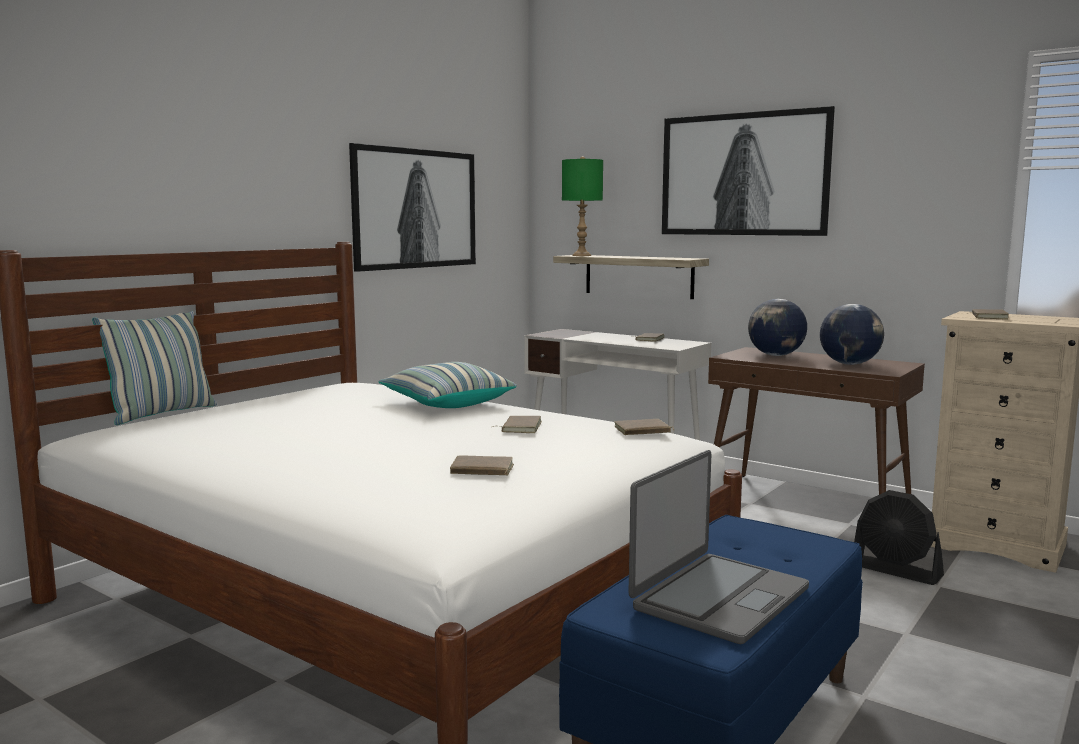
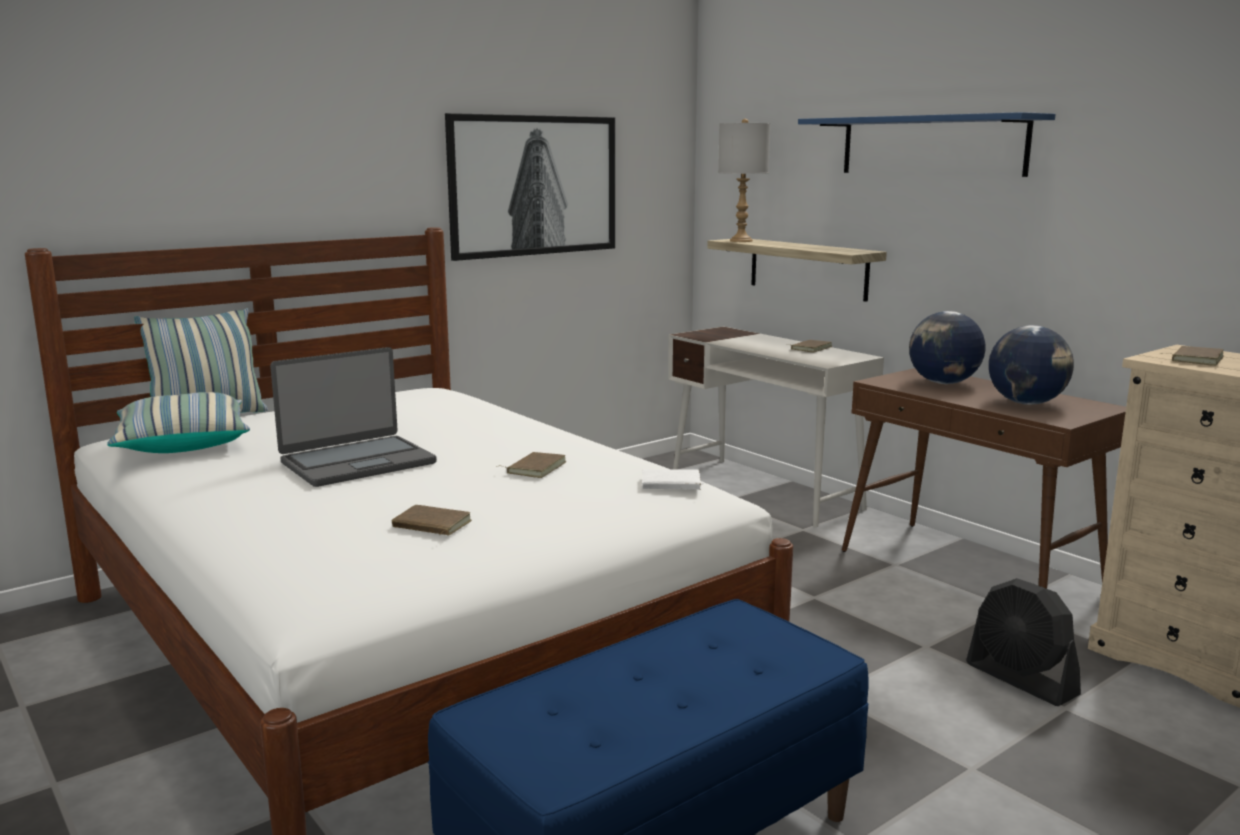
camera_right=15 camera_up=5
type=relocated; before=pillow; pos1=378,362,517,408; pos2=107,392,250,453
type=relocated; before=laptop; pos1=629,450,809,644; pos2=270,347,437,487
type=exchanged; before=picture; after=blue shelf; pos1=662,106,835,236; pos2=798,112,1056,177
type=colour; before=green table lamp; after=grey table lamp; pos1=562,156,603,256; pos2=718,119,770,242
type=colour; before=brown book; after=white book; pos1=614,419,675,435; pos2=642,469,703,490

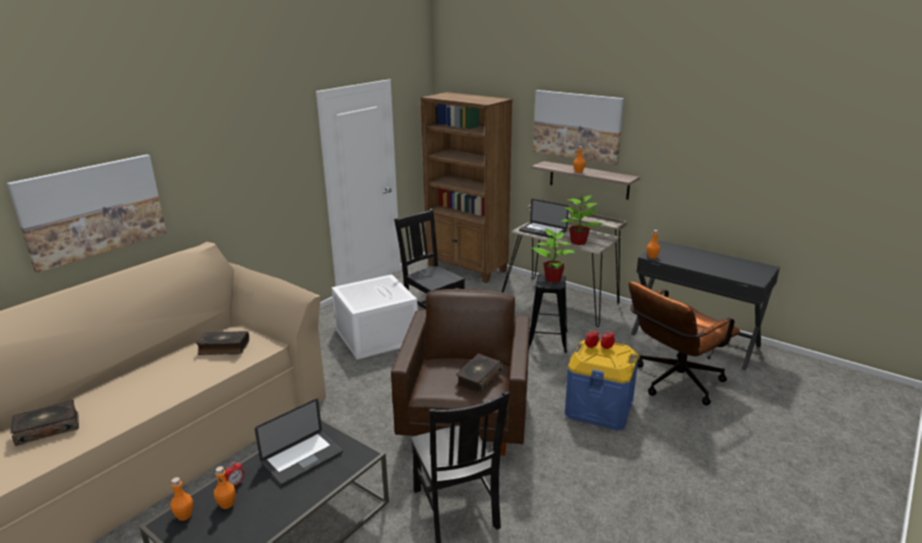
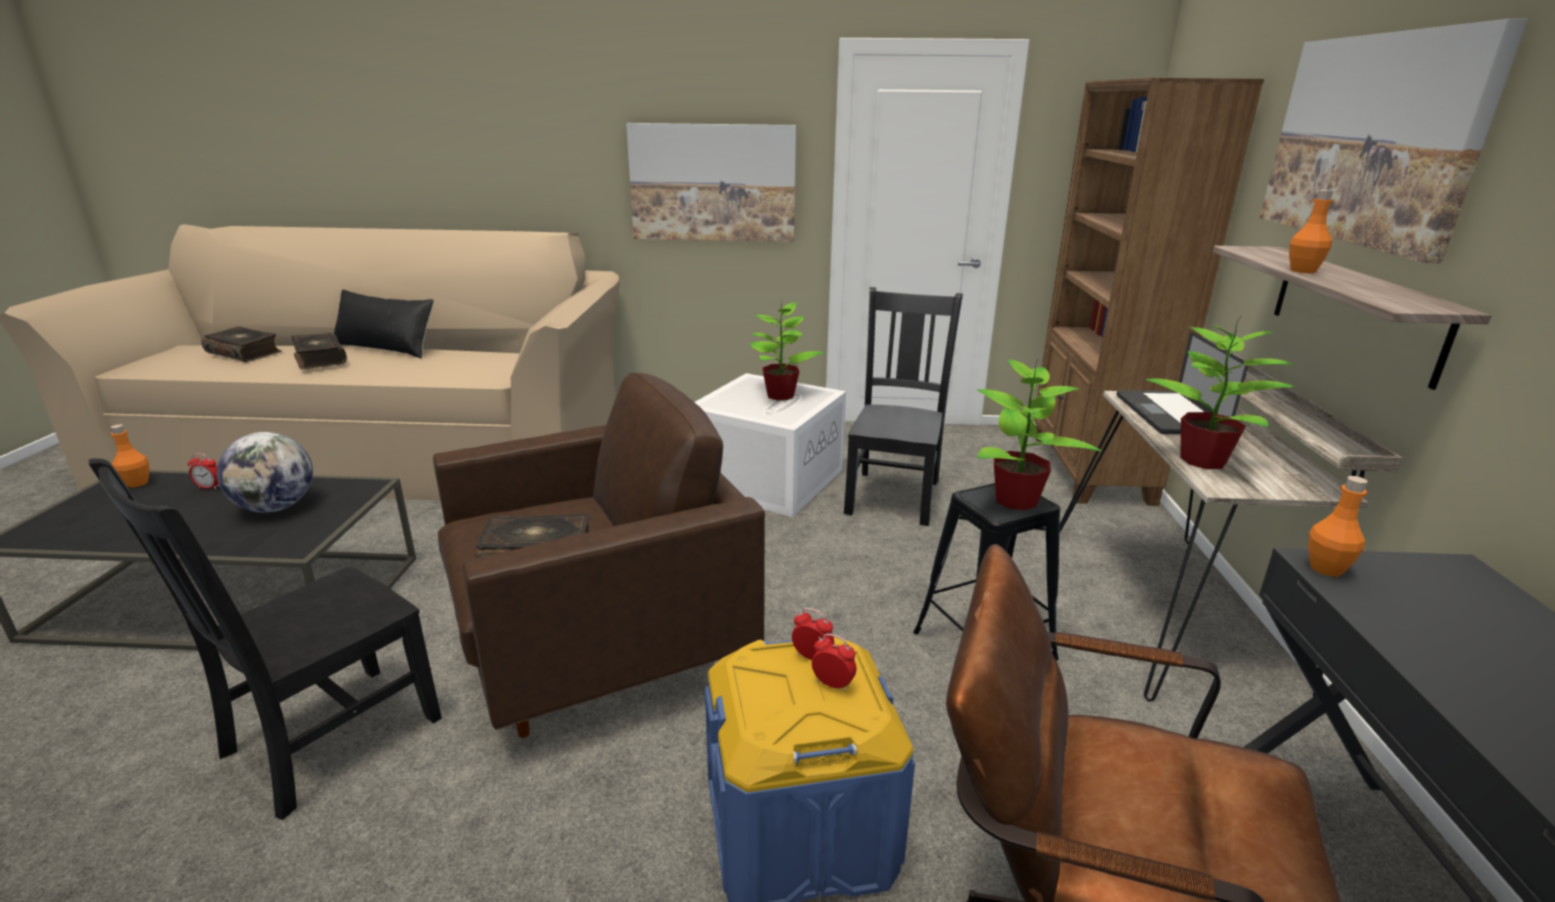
camera_right=55 camera_up=0
type=missing; before=orange bottle; pos1=214,466,236,509
type=appeared; after=black pillow; pos2=333,289,434,358
type=appeared; after=potted plant; pos2=749,300,825,400
type=relocated; before=picture; pos1=7,154,167,273; pos2=626,123,796,242
type=relocated; before=book; pos1=196,331,249,355; pos2=291,333,347,369
type=exchanged; before=laptop; after=globe; pos1=255,399,343,486; pos2=217,432,313,513

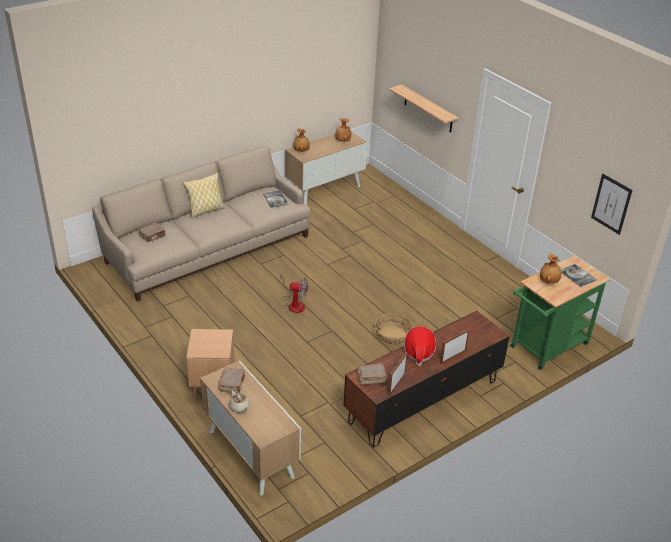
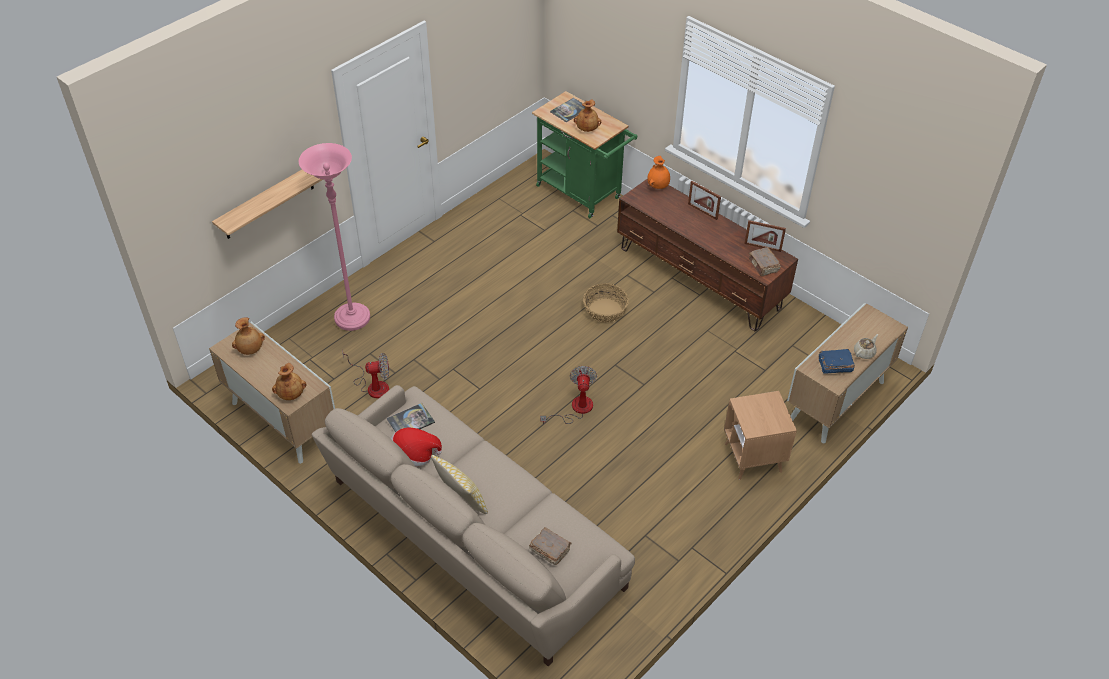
camera_right=-100 camera_up=10
type=missing; before=picture; pos1=591,174,632,235
type=appeared; after=pink floor lamp; pos2=299,143,370,331
type=appeared; after=fan; pos2=342,349,389,399
type=appeared; after=orange vase; pos2=647,156,670,189
type=relocated; before=hat; pos1=404,326,436,366; pos2=391,428,442,466
type=colour; before=brown book; after=blue book; pos1=219,367,245,393; pos2=819,349,855,374

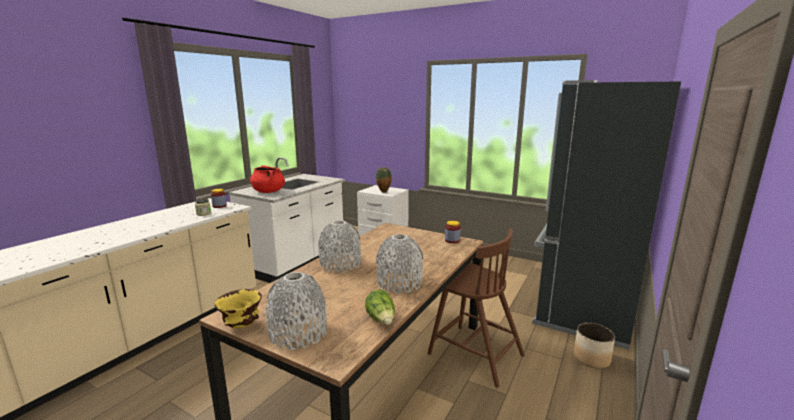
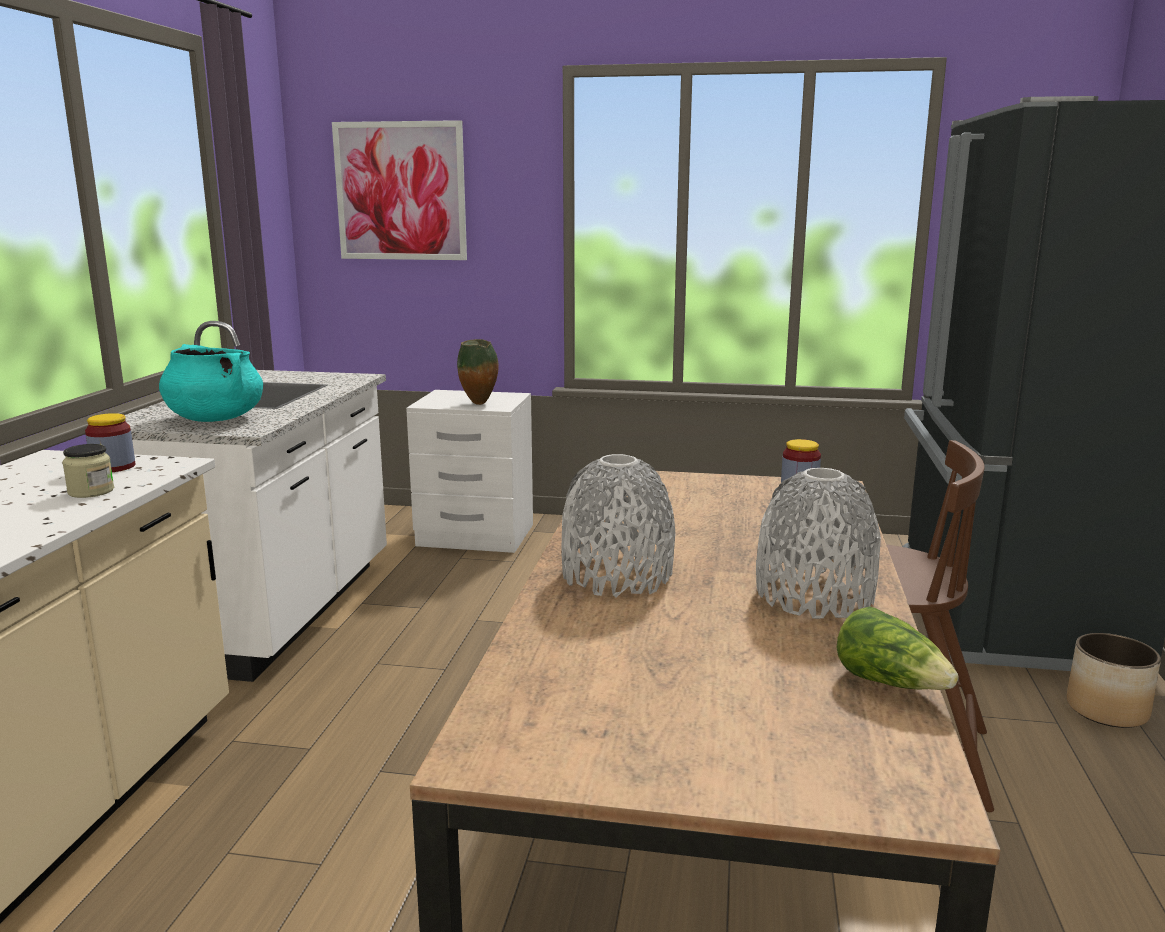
camera_right=-20 camera_up=0
type=missing; before=yellow bowl; pos1=214,289,262,329
type=missing; before=grey vase; pos1=266,272,327,350
type=appeared; after=picture; pos2=332,120,467,260
type=colour; before=red cooking pot; after=turquoise cooking pot; pos1=250,165,285,193; pos2=159,344,263,422

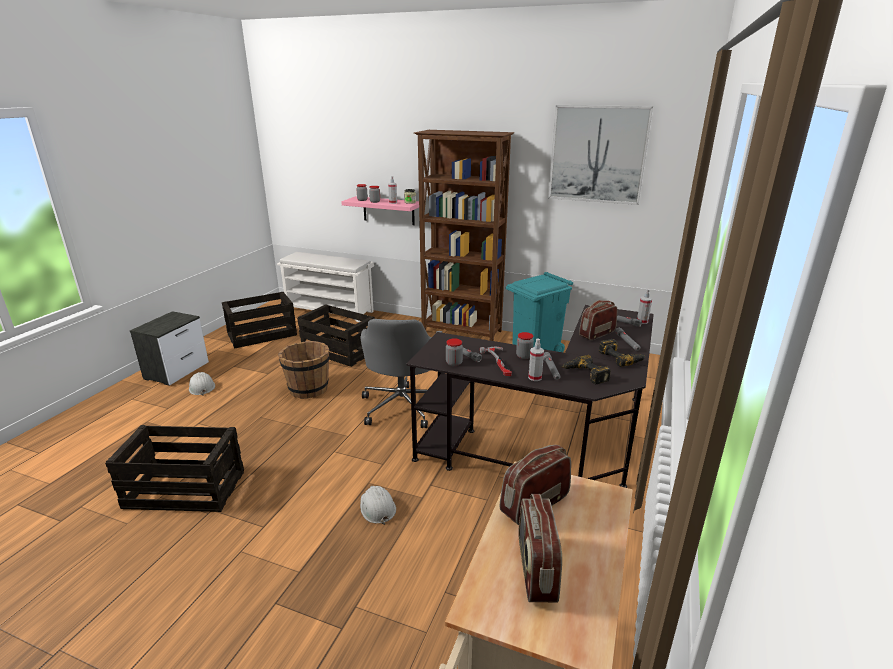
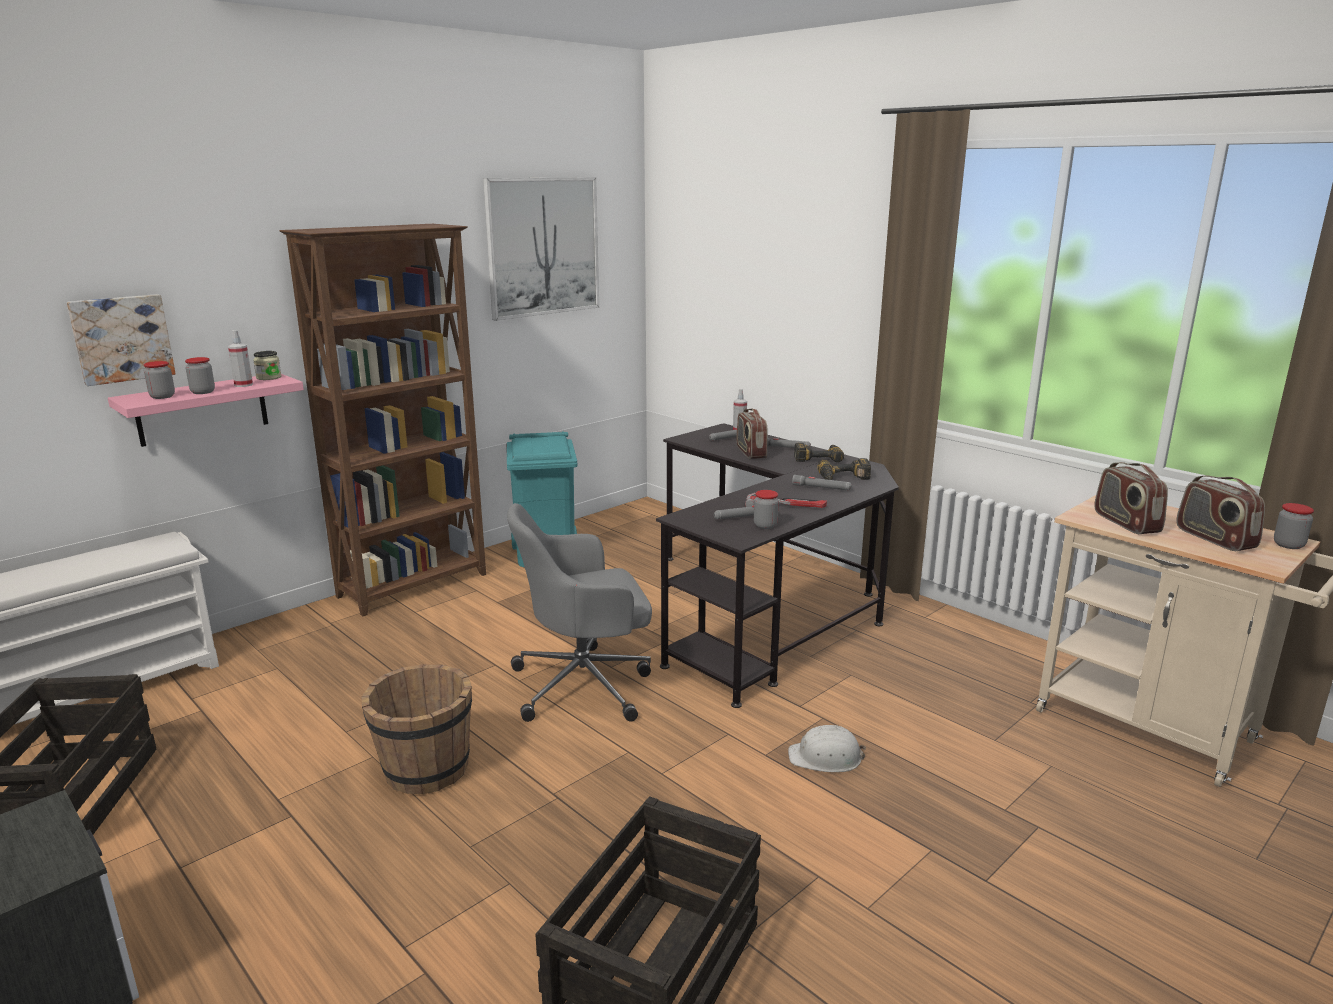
camera_right=-65 camera_up=-5
type=missing; before=white hard hat; pos1=189,372,215,396
type=missing; before=crate; pos1=297,305,375,367
type=missing; before=spray bottle; pos1=528,339,544,381
type=appeared; after=picture; pos2=67,294,176,386
type=relocated; before=jar; pos1=516,332,534,359; pos2=1274,503,1314,549
type=spun; before=grey office chair; pos1=360,319,442,428; pos2=507,503,652,722; turn=135
type=spun; before=radio; pos1=518,494,562,602; pos2=1176,476,1265,551; turn=45

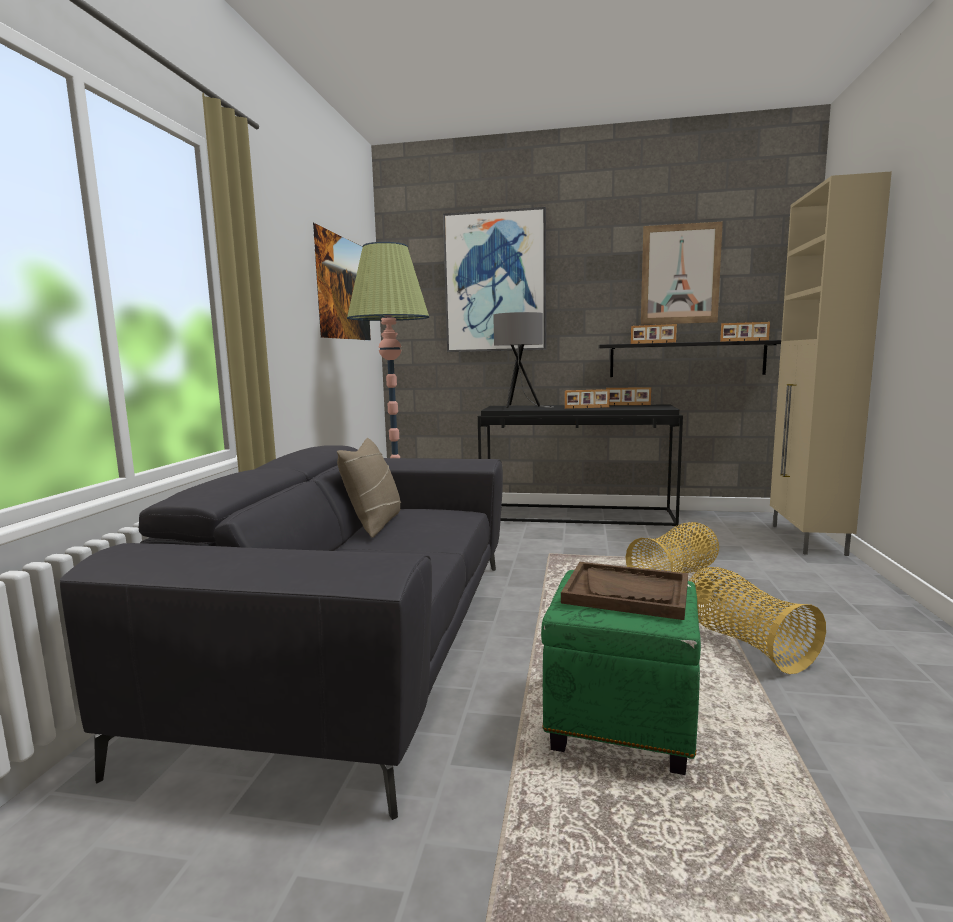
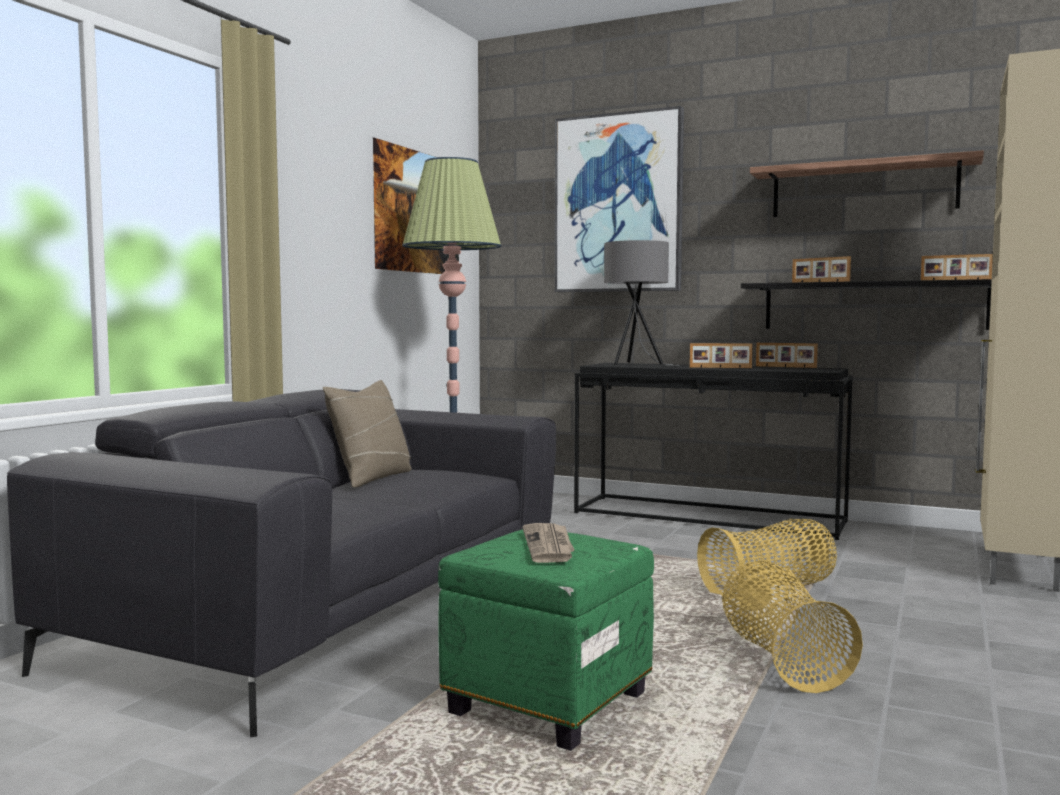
camera_right=15 camera_up=-5
type=exchanged; before=brown tray; after=newspaper; pos1=561,562,688,620; pos2=523,523,574,563
type=exchanged; before=picture; after=shelf; pos1=641,222,723,325; pos2=750,151,984,217

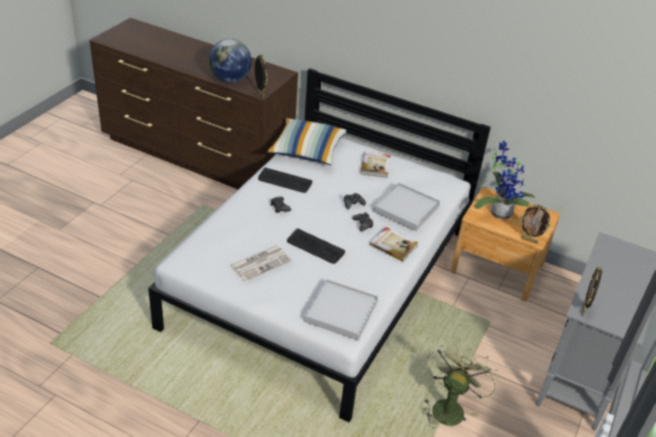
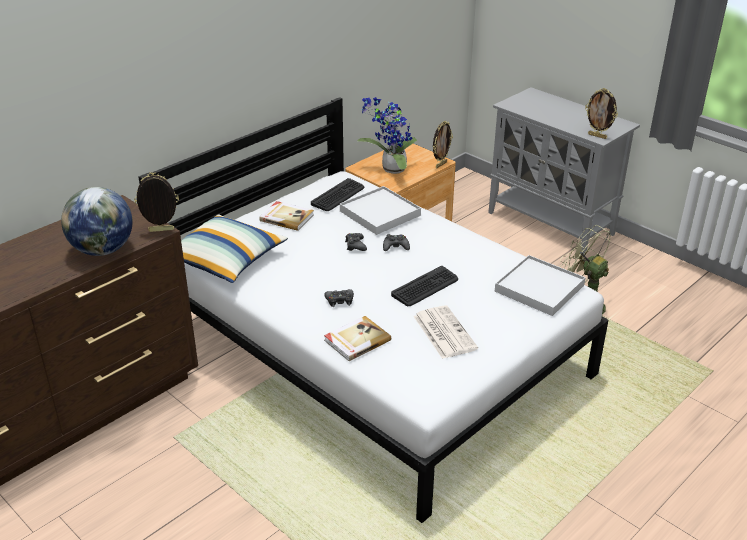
camera_right=-70 camera_up=-5
type=relocated; before=keyboard; pos1=258,168,312,193; pos2=311,178,364,211
type=relocated; before=book; pos1=370,227,419,262; pos2=324,316,391,361

